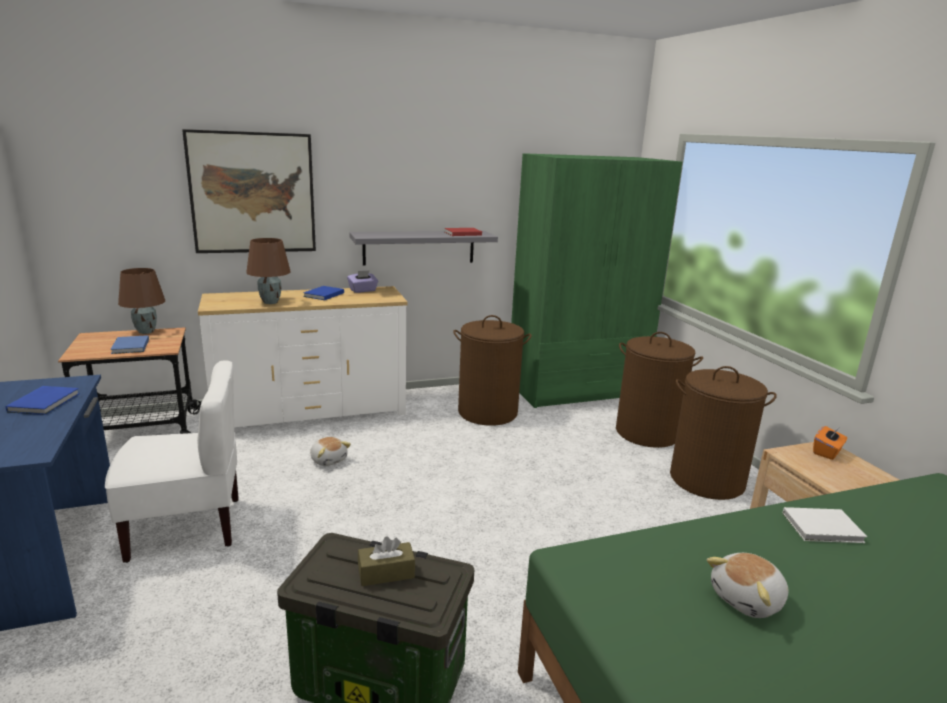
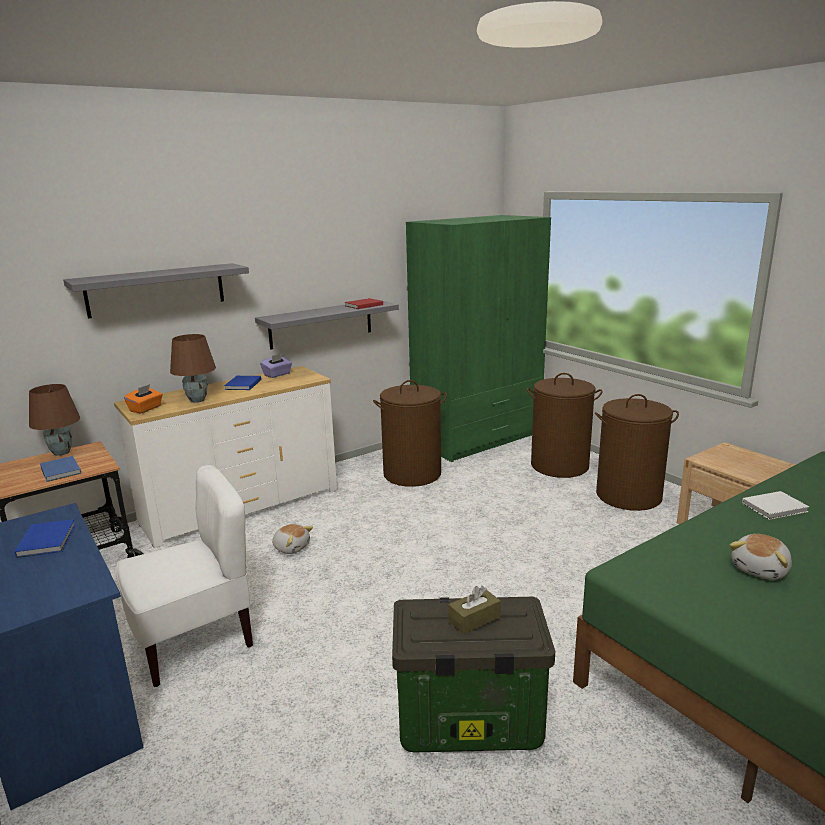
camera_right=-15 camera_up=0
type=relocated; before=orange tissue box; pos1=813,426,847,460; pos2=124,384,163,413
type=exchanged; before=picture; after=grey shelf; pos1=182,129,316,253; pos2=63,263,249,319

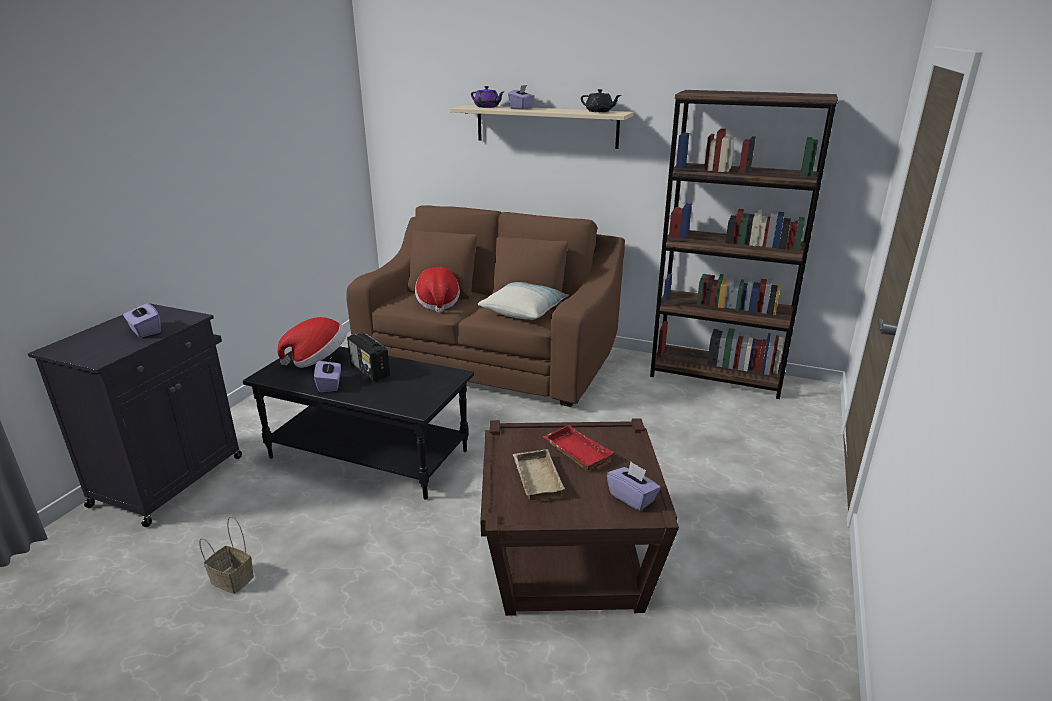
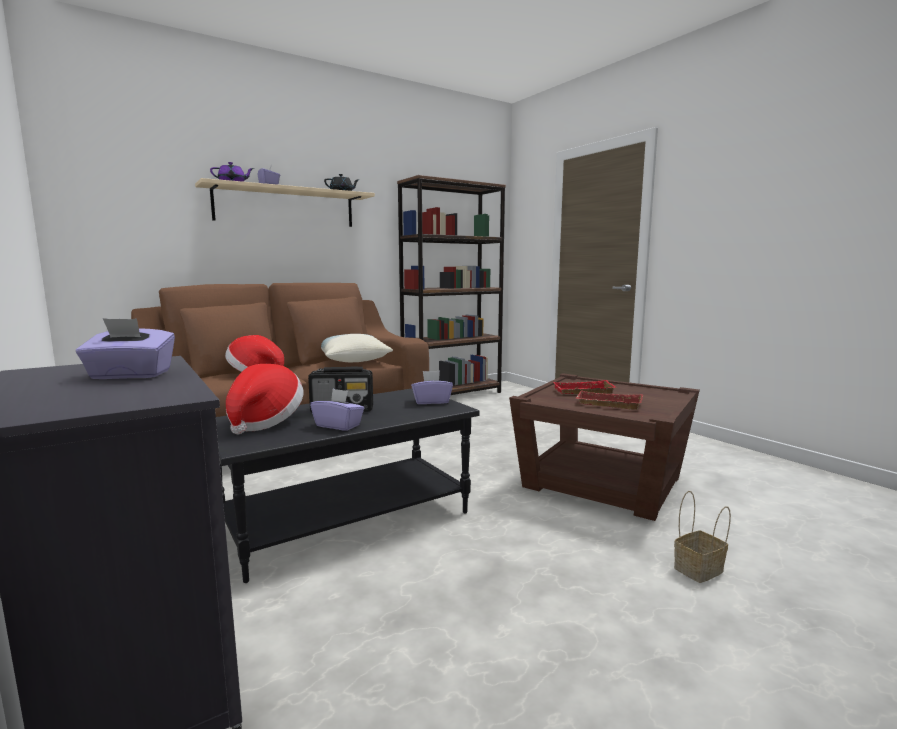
camera_right=-55 camera_up=-15
type=relocated; before=basket; pos1=199,516,254,594; pos2=674,491,731,583
type=relocated; before=purple tissue box; pos1=607,462,661,511; pos2=411,371,453,404
type=colour; before=beige tray; after=red tray; pos1=513,449,565,500; pos2=576,391,643,410

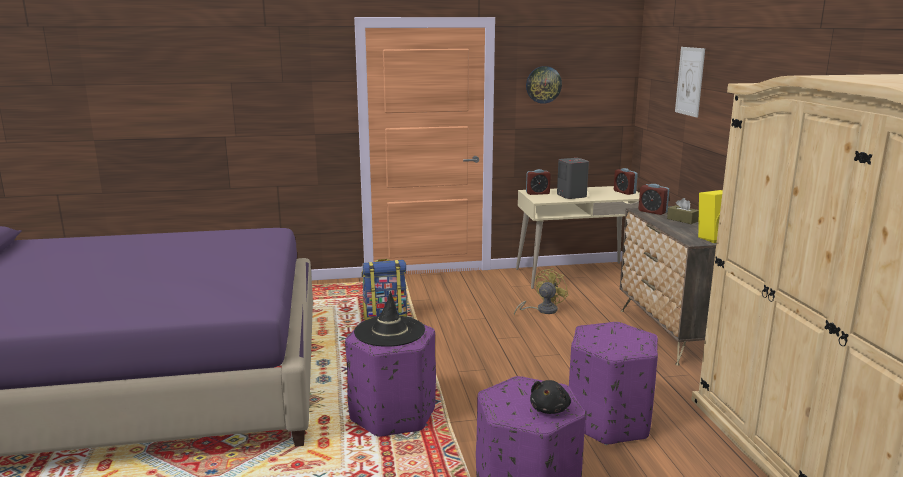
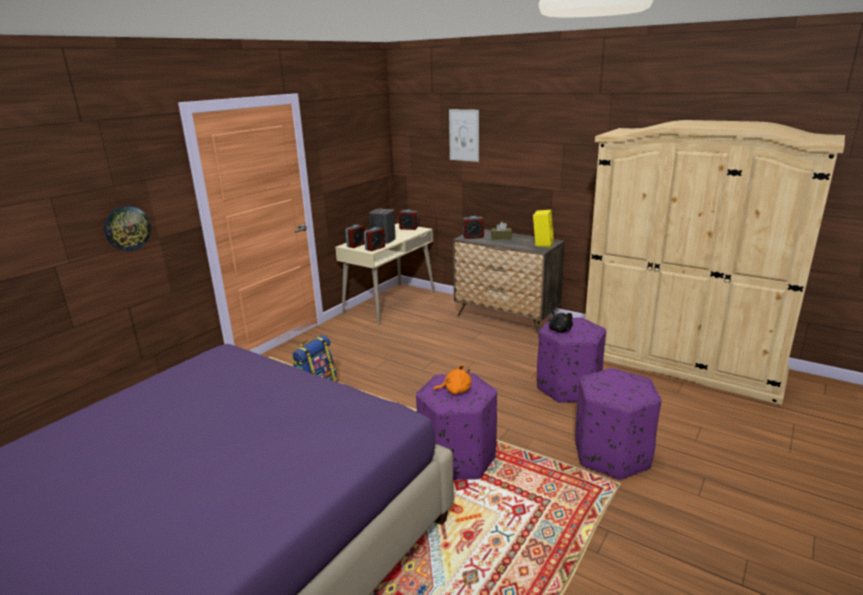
camera_right=-45 camera_up=5
type=missing; before=yellow fan; pos1=514,268,568,316
type=appeared; after=alarm clock; pos2=364,227,385,251
type=relocated; before=wall clock; pos1=526,66,562,104; pos2=104,206,151,251
type=relocated; before=black plush toy; pos1=530,380,571,414; pos2=548,313,573,332
type=exchanged; before=black hat; after=orange plush toy; pos1=354,291,425,347; pos2=433,364,472,394

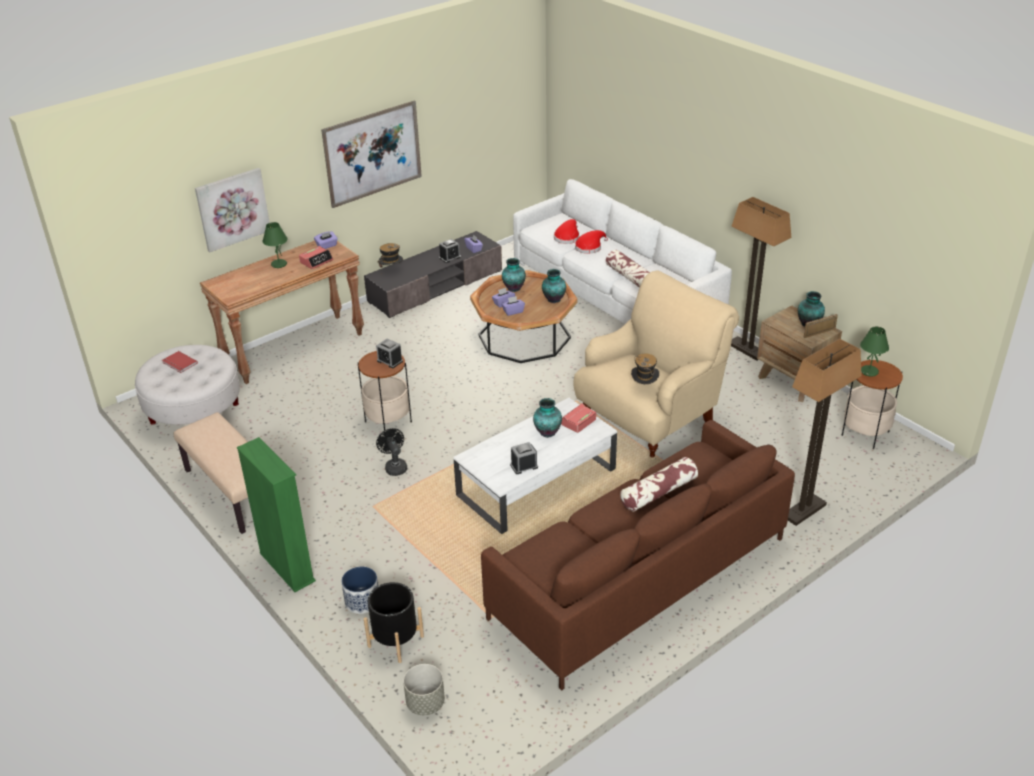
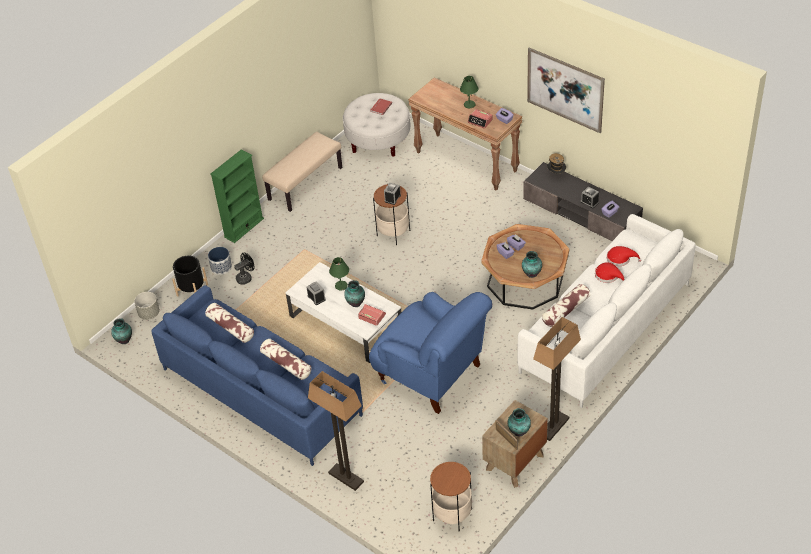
camera_right=80 camera_up=10
type=missing; before=picture; pos1=195,168,270,252
type=missing; before=hat; pos1=631,354,659,384
type=appeared; after=pillow; pos2=205,303,254,343
type=relocated; before=black fan; pos1=376,428,407,476; pos2=234,253,255,285
type=relocated; before=vase; pos1=502,258,526,292; pos2=111,318,132,344
type=relocated; before=green table lamp; pos1=860,326,889,377; pos2=329,257,349,291
type=colour; before=brown sofa; after=blue sofa; pos1=481,420,795,691; pos2=151,285,363,466
type=colour; before=beige armchair; after=blue armchair; pos1=574,270,739,461; pos2=369,292,492,414

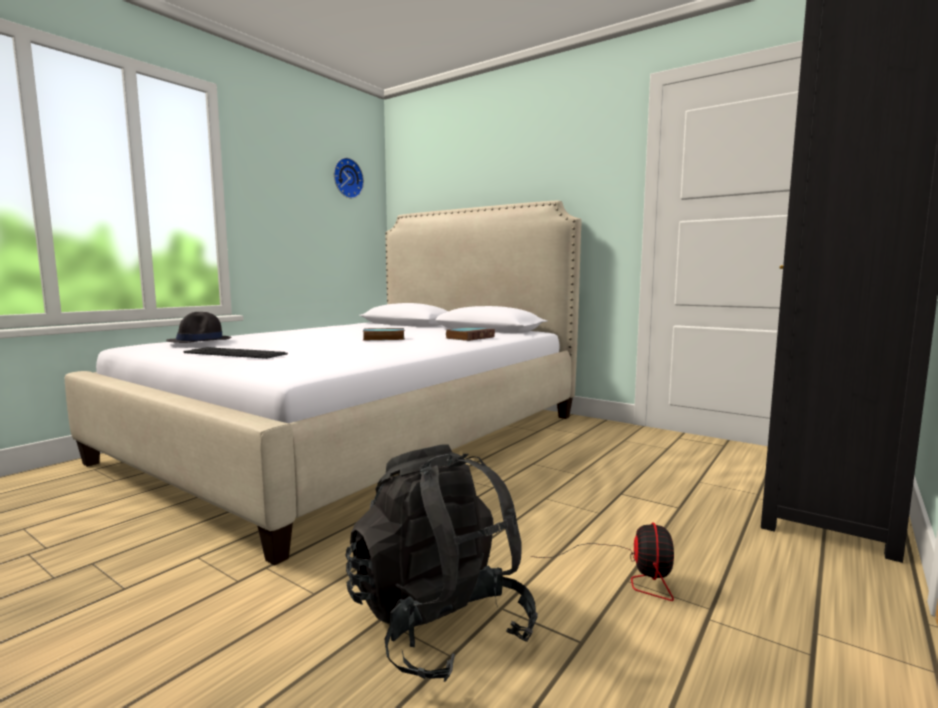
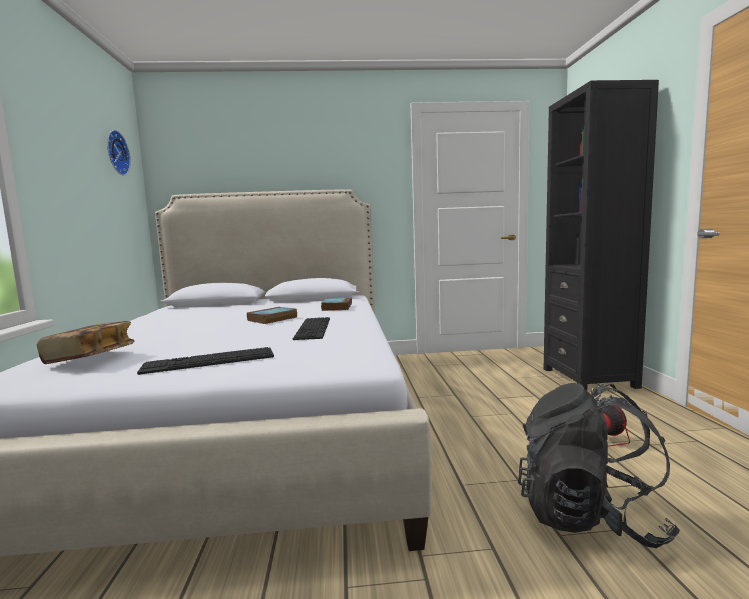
camera_right=-40 camera_up=0
type=appeared; after=keyboard; pos2=293,317,330,340
type=exchanged; before=black hat; after=book; pos1=166,312,231,343; pos2=37,321,134,364

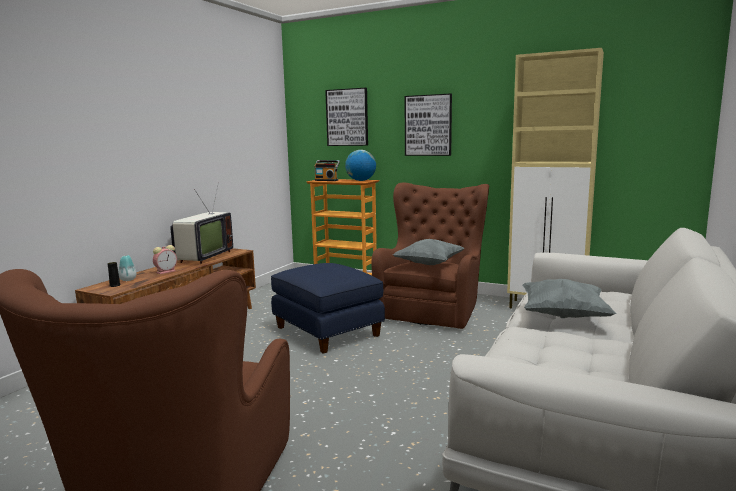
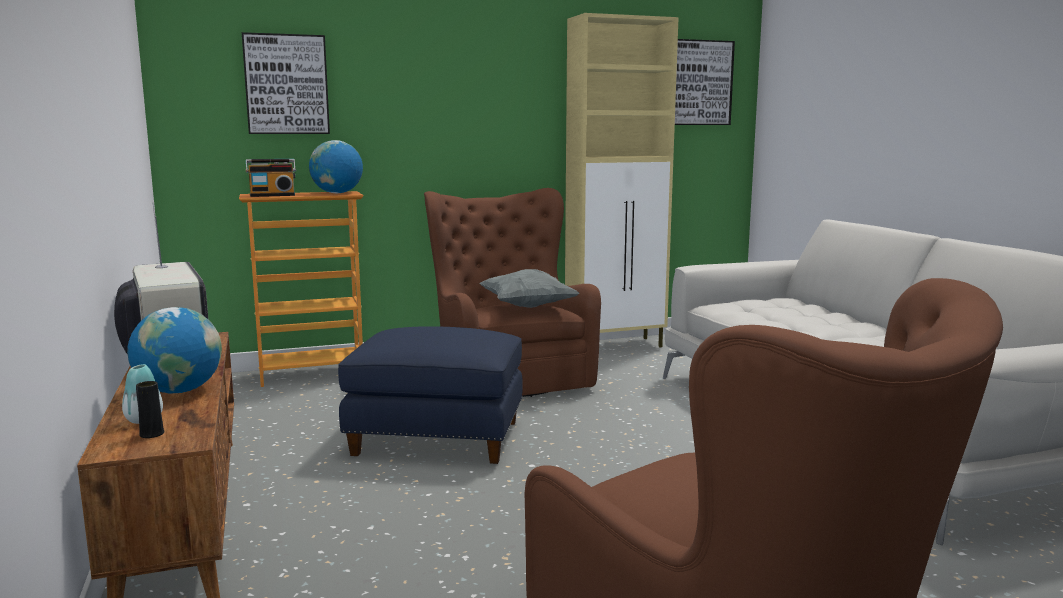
camera_right=-45 camera_up=0
type=missing; before=grey pillow; pos1=522,279,617,318
type=relocated; before=picture; pos1=404,93,452,156; pos2=675,39,735,125
type=exchanged; before=alarm clock; after=globe; pos1=153,245,177,274; pos2=127,307,222,393

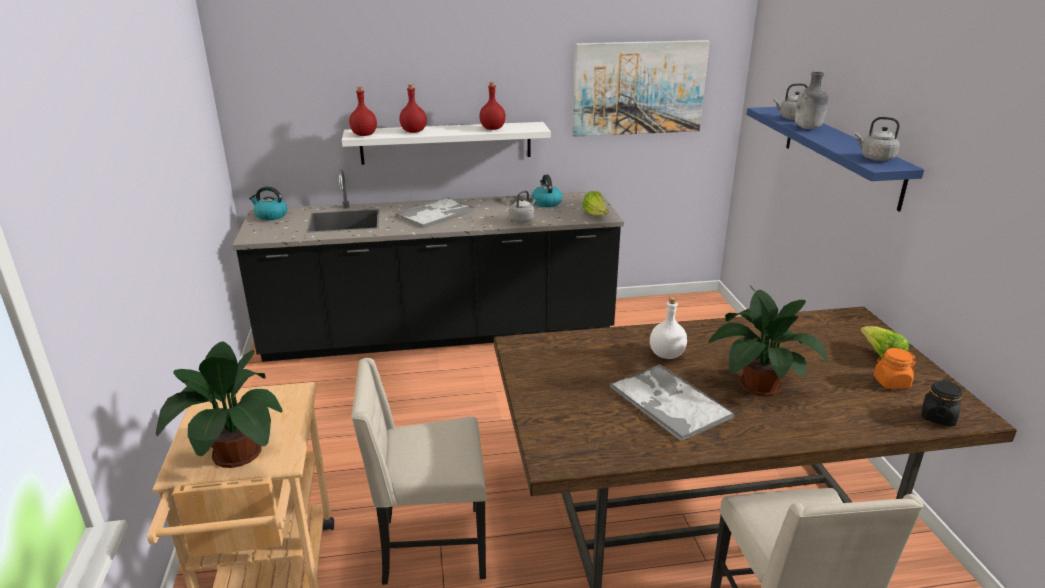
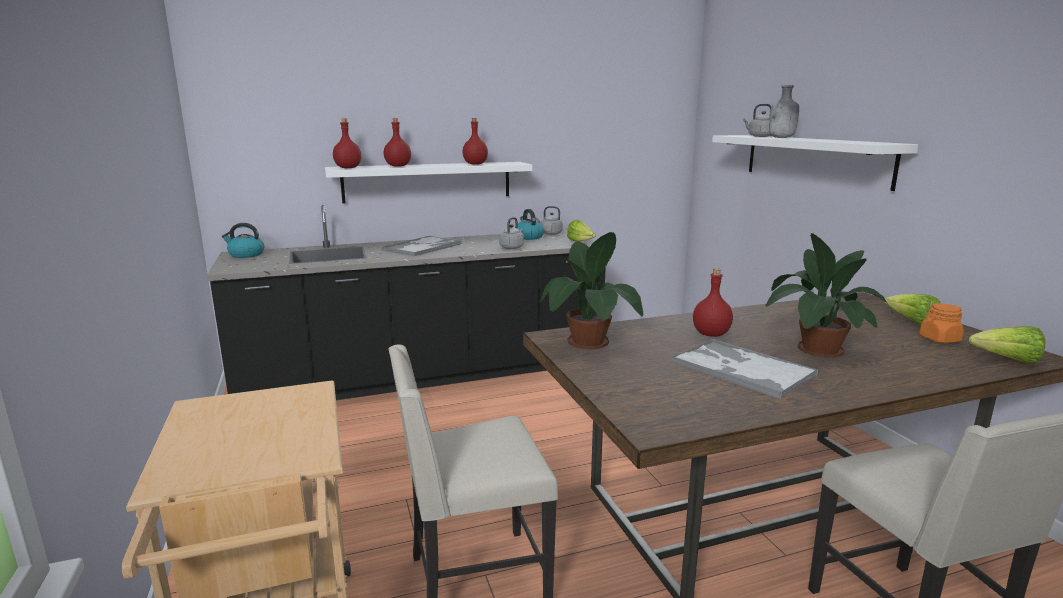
camera_right=-10 camera_up=-10
type=missing; before=picture; pos1=572,40,710,137
type=relocated; before=potted plant; pos1=156,342,282,468; pos2=540,232,644,349
type=relocated; before=grey kettle; pos1=855,117,900,161; pos2=536,206,563,235
type=exchanged; before=black jar; after=lettuce; pos1=921,380,963,427; pos2=969,326,1046,363
type=colour; before=white bottle; after=red bottle; pos1=650,297,687,359; pos2=693,268,733,337
type=colour; before=blue shelf; after=white shelf; pos1=746,107,924,212; pos2=712,135,919,191

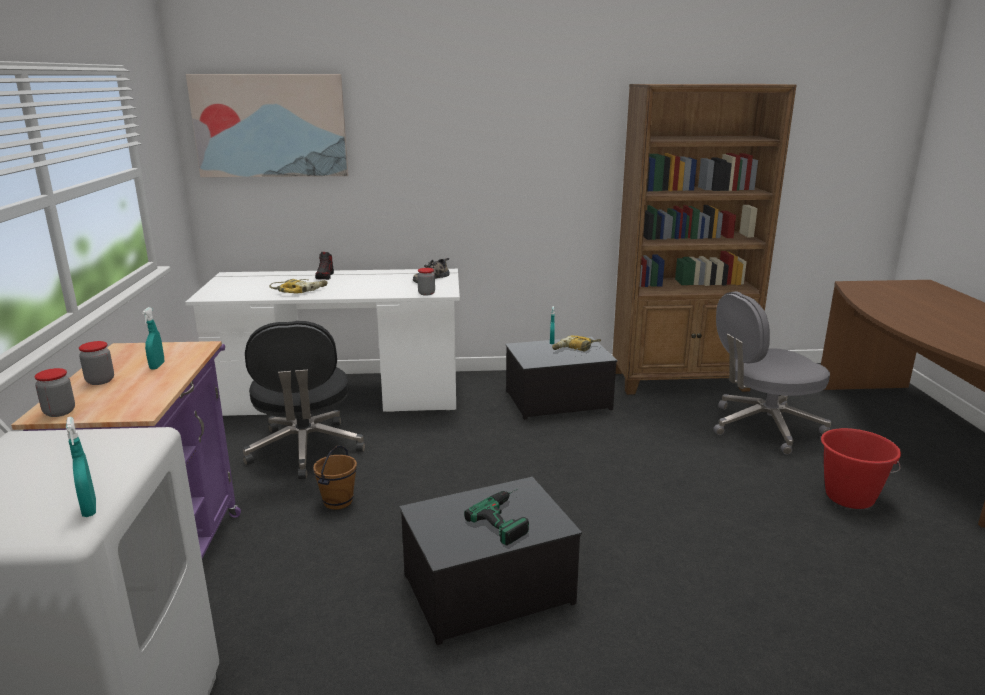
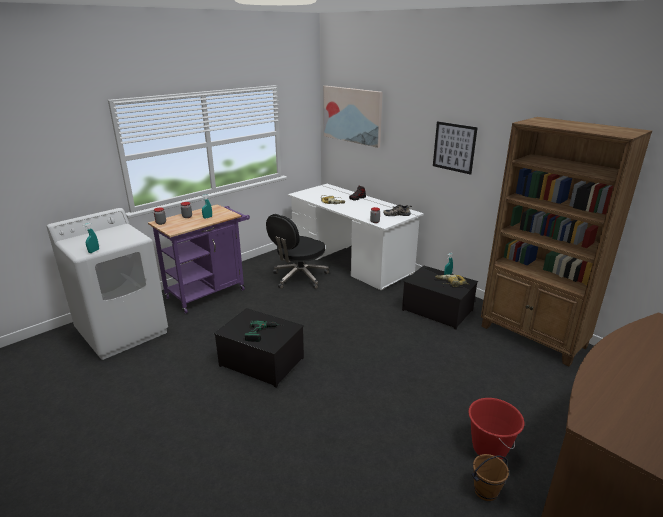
camera_right=50 camera_up=5
type=missing; before=grey office chair; pos1=713,291,831,455
type=appeared; after=picture; pos2=433,121,478,175
type=relocated; before=brown bucket; pos1=313,445,357,510; pos2=471,454,509,501

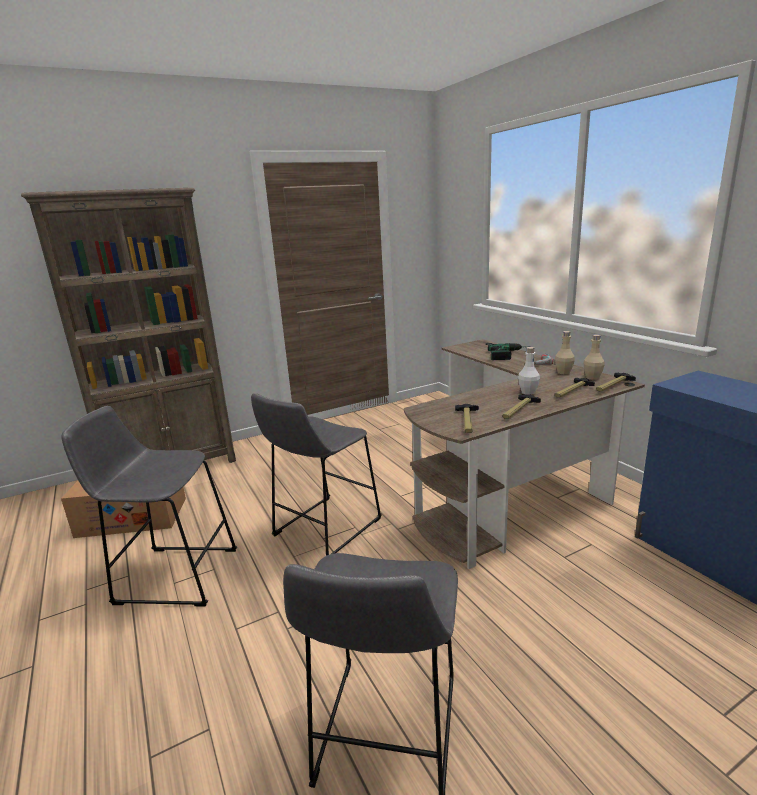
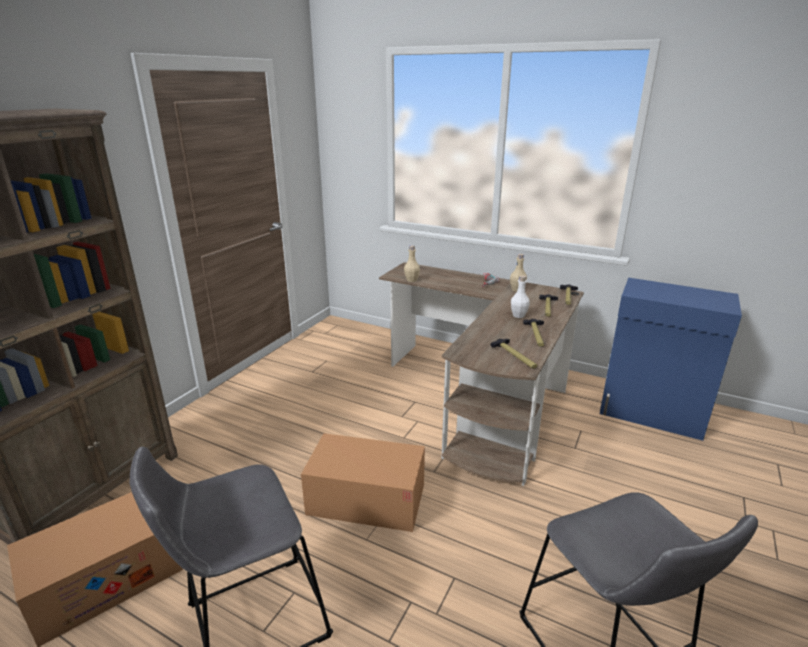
camera_right=-35 camera_up=5
type=missing; before=power drill; pos1=488,343,530,360
type=relocated; before=beige bottle; pos1=583,334,605,380; pos2=404,245,420,282
type=exchanged; before=grey stool; after=cardboard box; pos1=251,393,382,556; pos2=301,433,425,532

